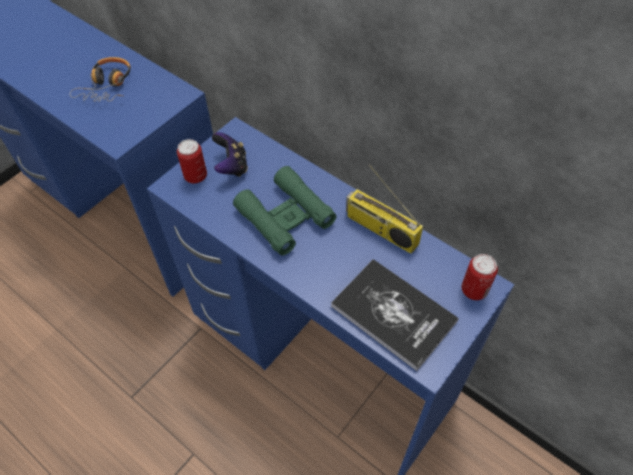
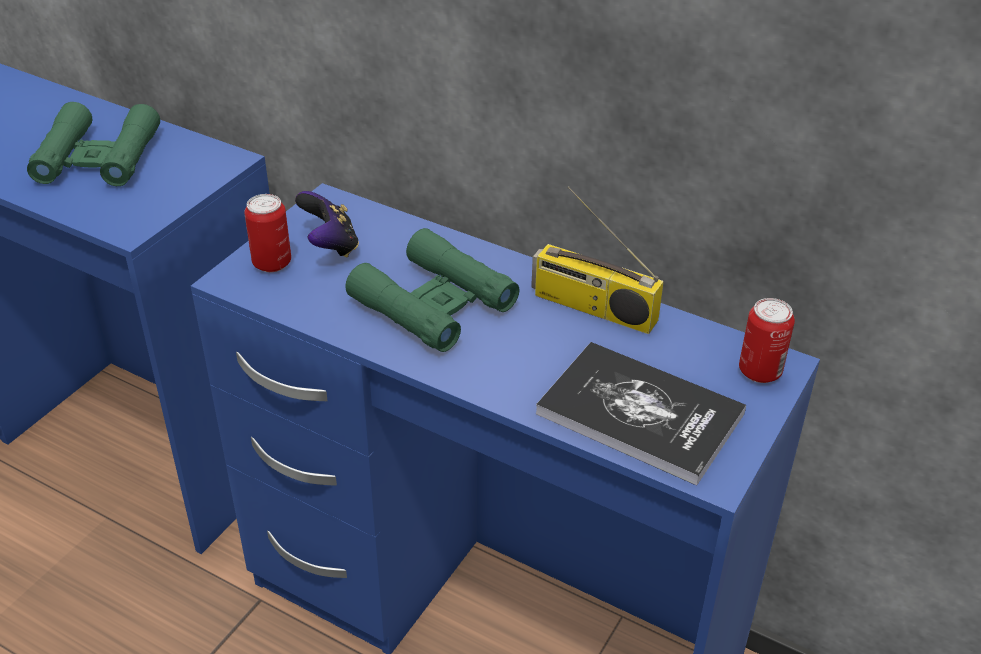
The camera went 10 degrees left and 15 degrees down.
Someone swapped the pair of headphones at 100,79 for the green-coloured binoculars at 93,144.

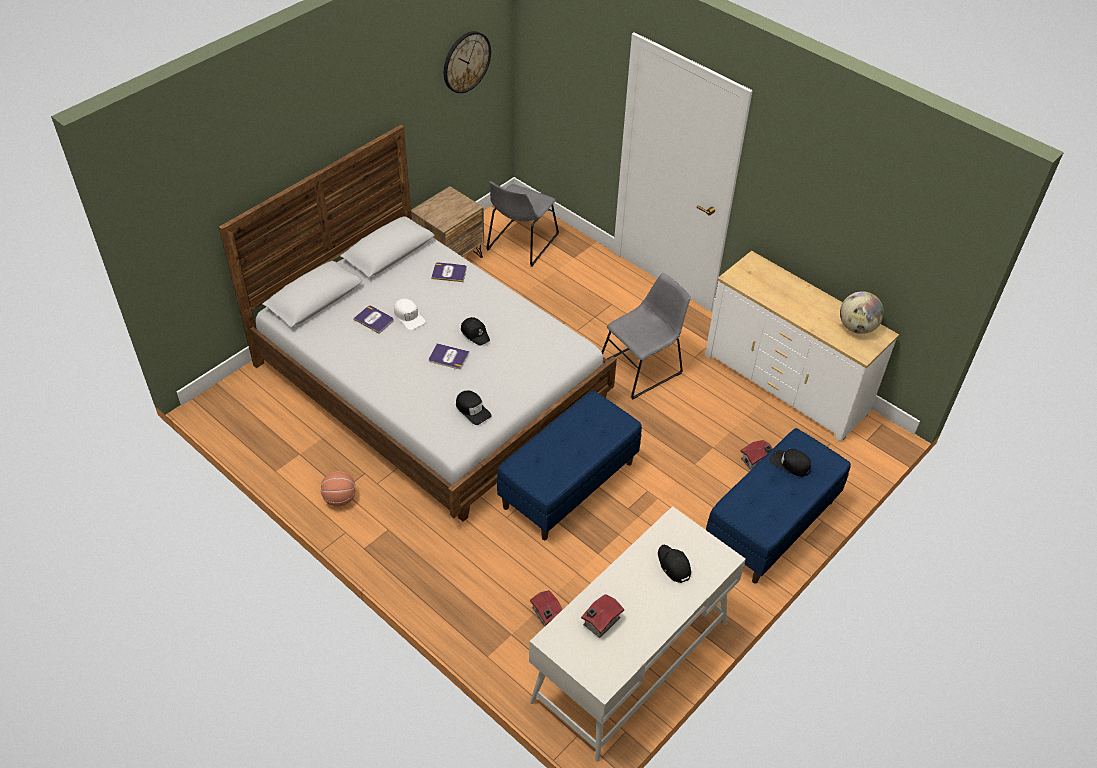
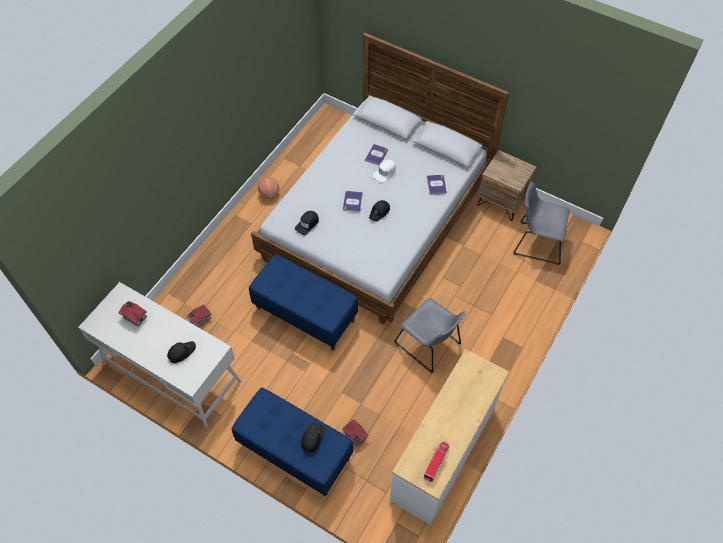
The camera went 80 degrees right and 10 degrees up.
Someone took away the clock on the wall at 467,62.
Someone swapped the globe at 862,312 for the model truck at 436,462.

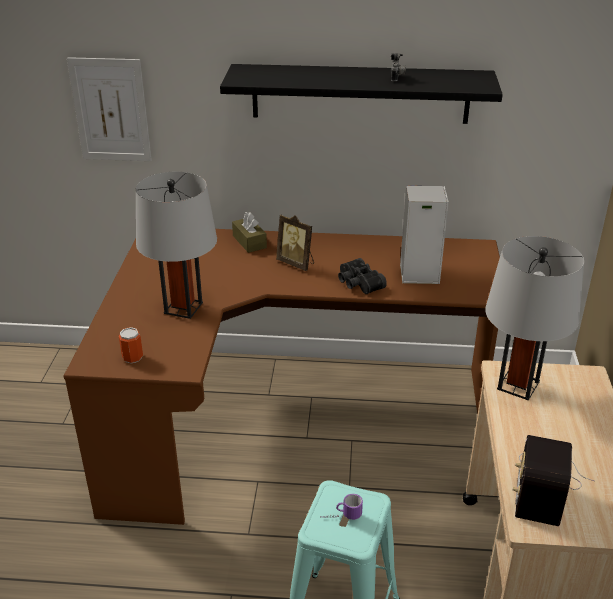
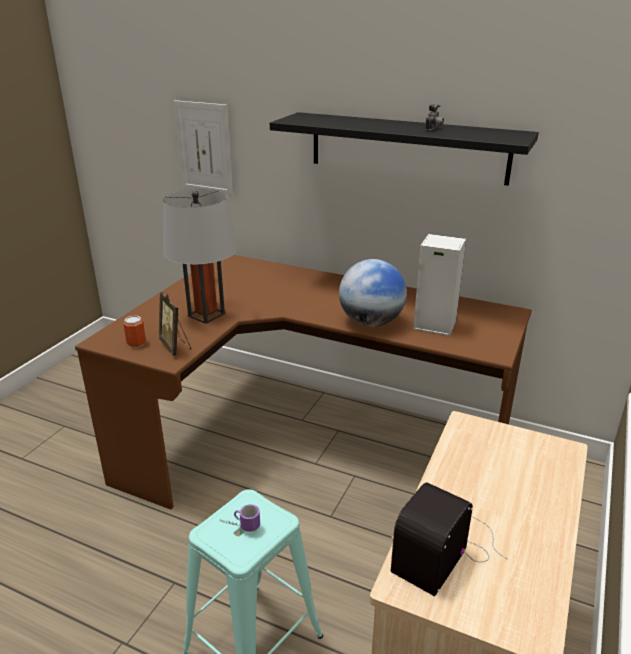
The camera went 20 degrees right and 5 degrees down.
Someone took away the brown tissue box at 249,232.
Someone carried the photo frame from 295,242 to 175,324.
Someone swapped the black-coloured binoculars at 362,276 for the globe at 373,293.
Someone took away the gray table lamp at 534,318.

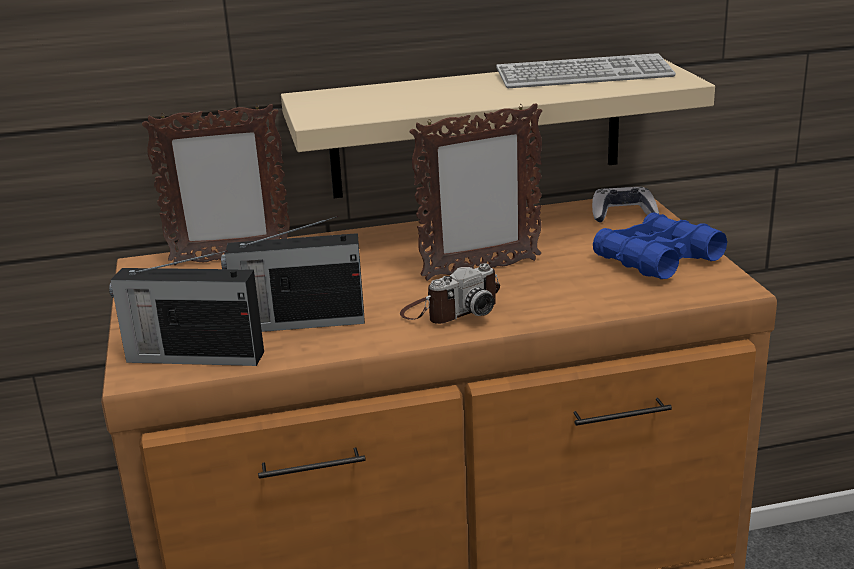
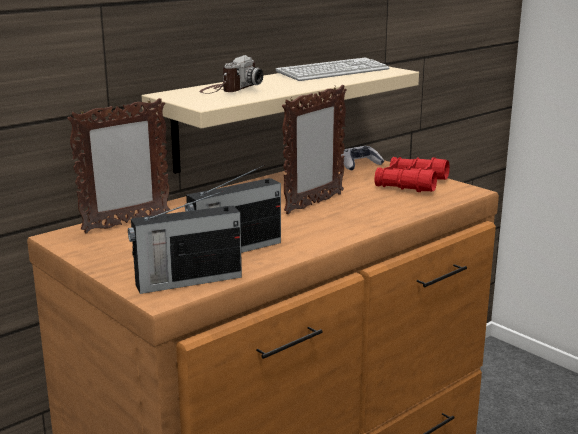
The camera went 30 degrees left and 5 degrees down.
Someone carried the photo camera from 450,293 to 231,74.
Someone repainted the blue binoculars at 660,246, which became the reddish binoculars at 412,174.

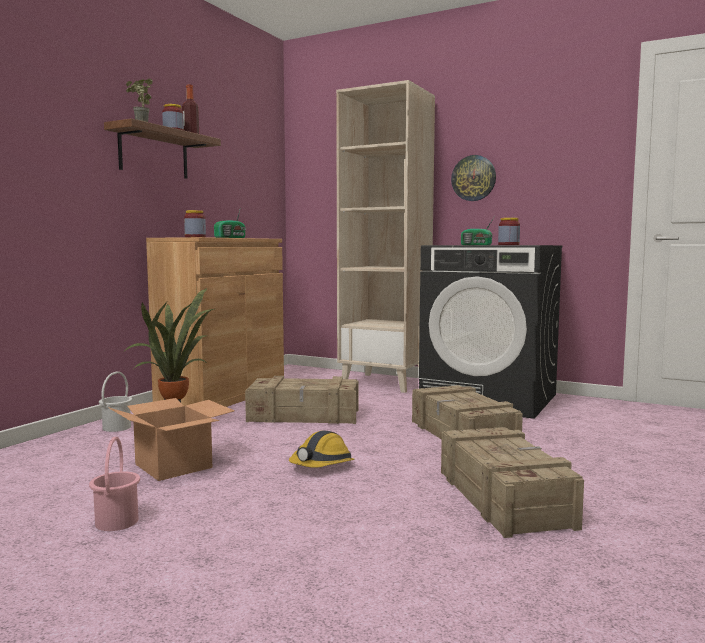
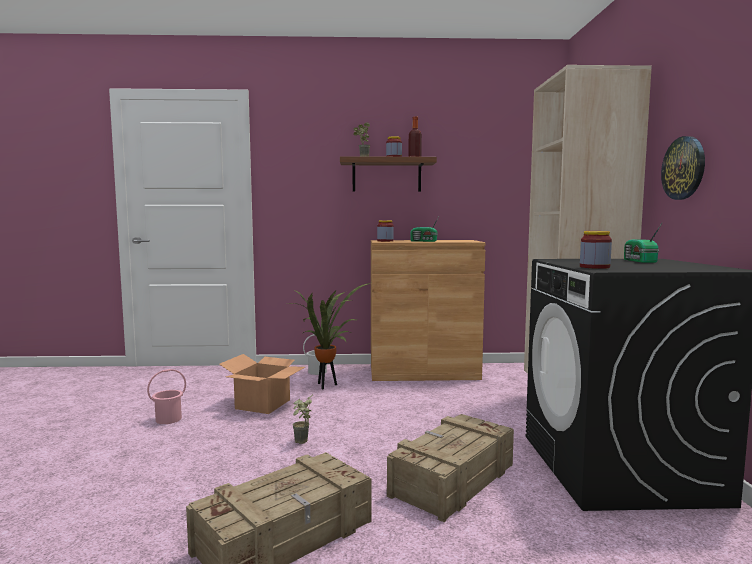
The camera went 60 degrees right and 0 degrees up.
Someone took away the shipping crate at 301,400.
Someone swapped the work helmet at 321,449 for the houseplant at 303,419.

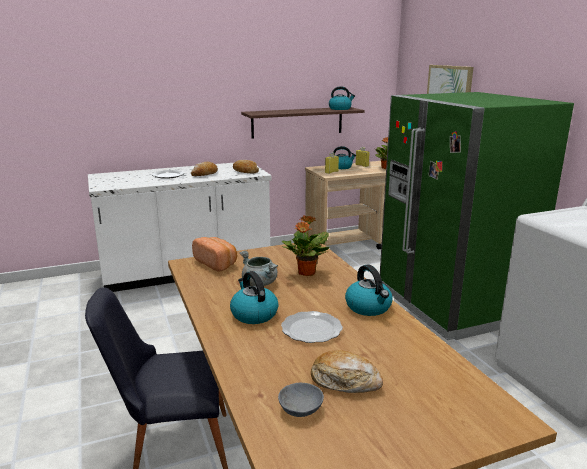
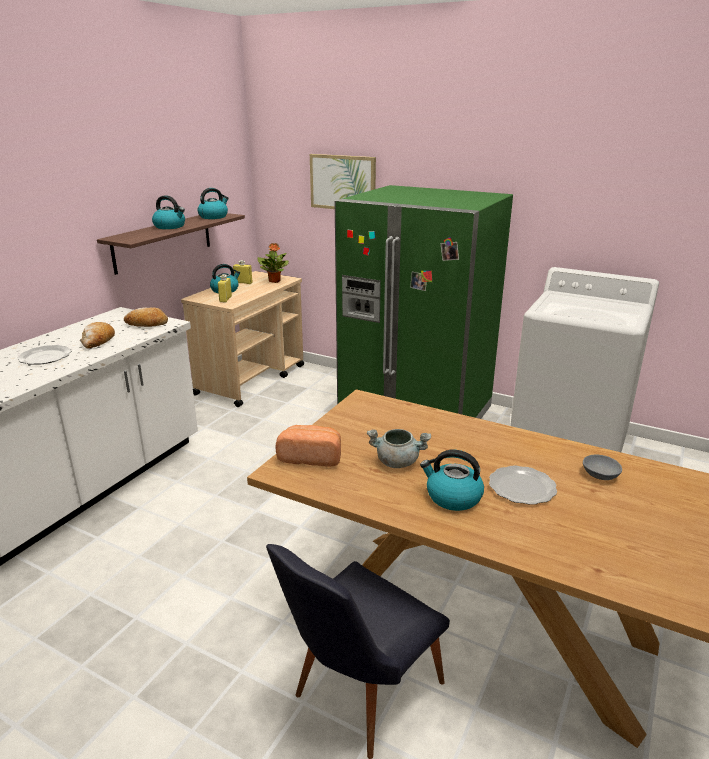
The camera went 40 degrees left and 5 degrees up.
Someone carried the gray serving bowl from 301,400 to 602,467.
Someone took away the houseplant at 305,245.
Someone took away the baked bread at 347,371.
Someone carried the water kettle from 369,290 to 168,212.

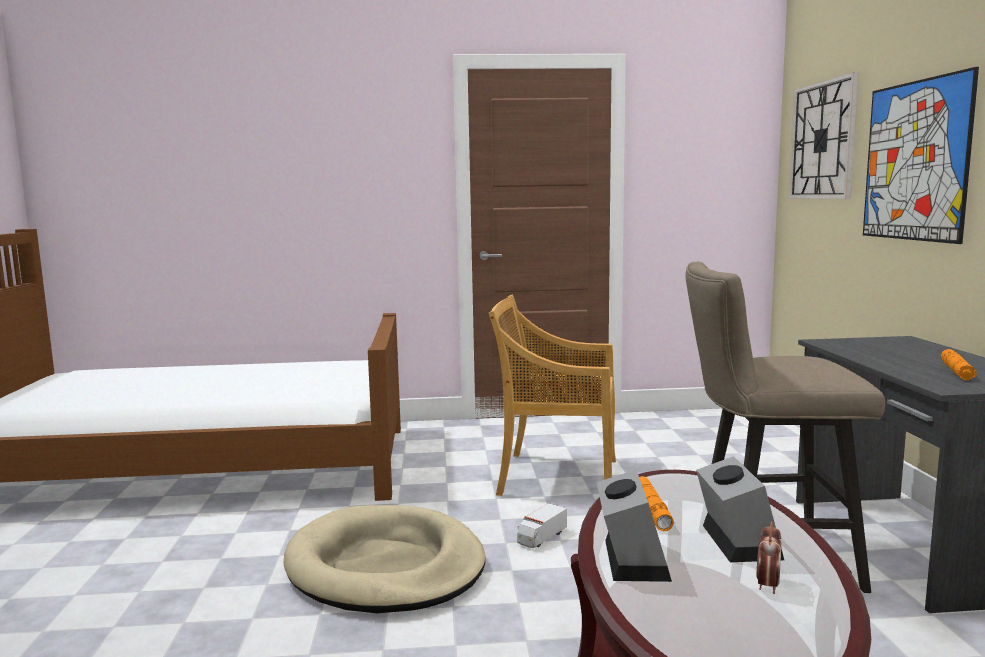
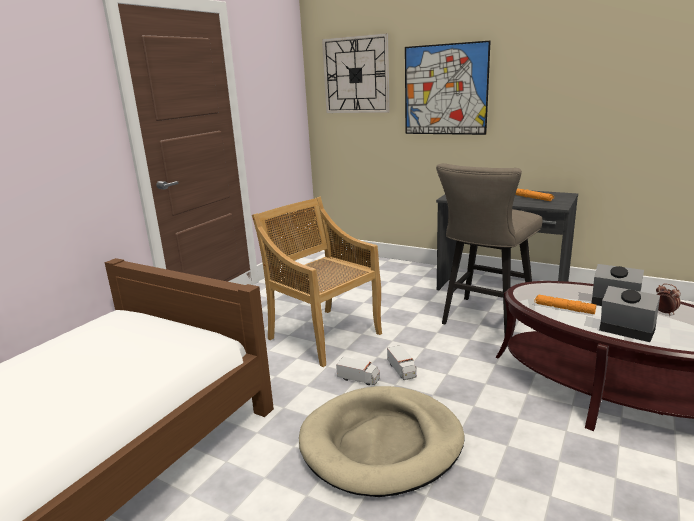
The camera went 55 degrees left and 10 degrees up.
Someone rotated the beige upright chair at 552,395 by 90 degrees clockwise.
Someone put down the model truck at 358,371.

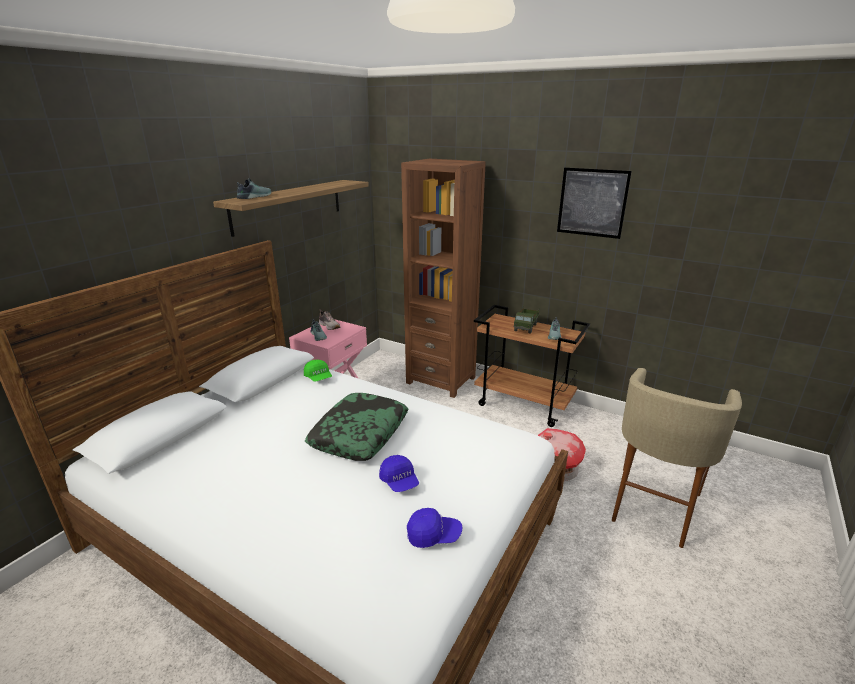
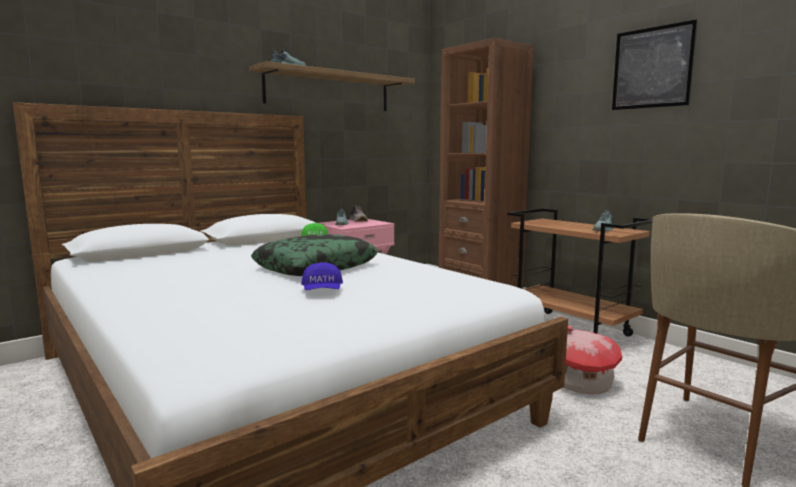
The camera went 20 degrees right and 15 degrees down.
Someone took away the blue peaked cap at 434,528.
Someone took away the model truck at 526,320.

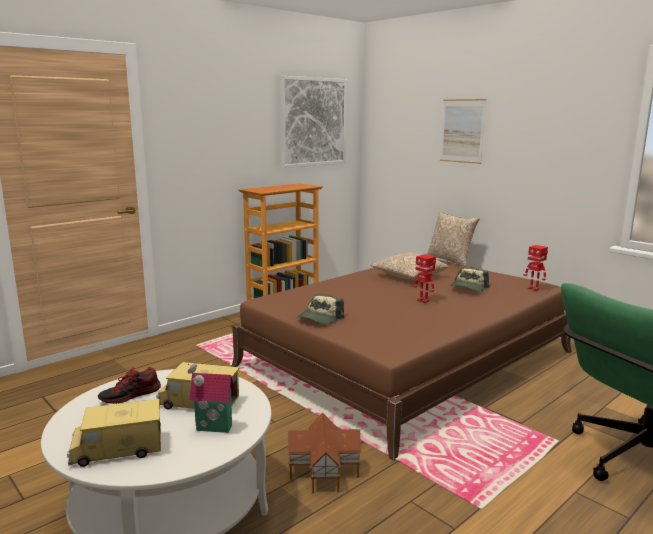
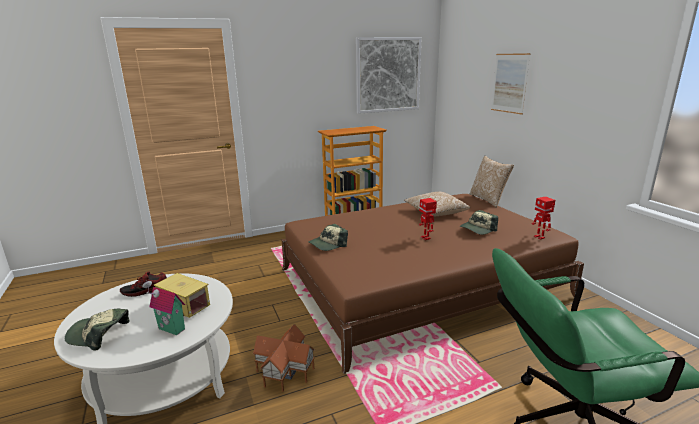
The camera went 20 degrees right and 5 degrees up.
Someone swapped the model truck at 114,433 for the peaked cap at 97,330.

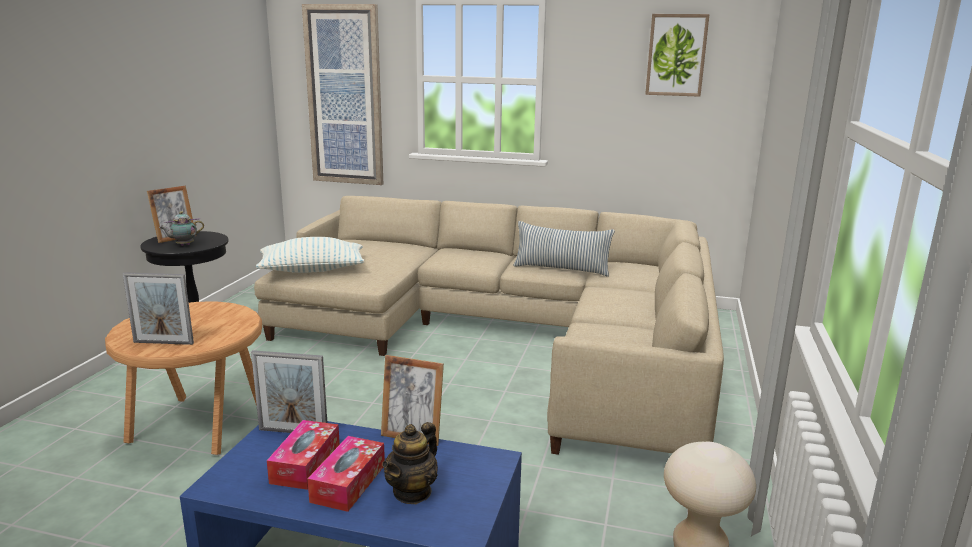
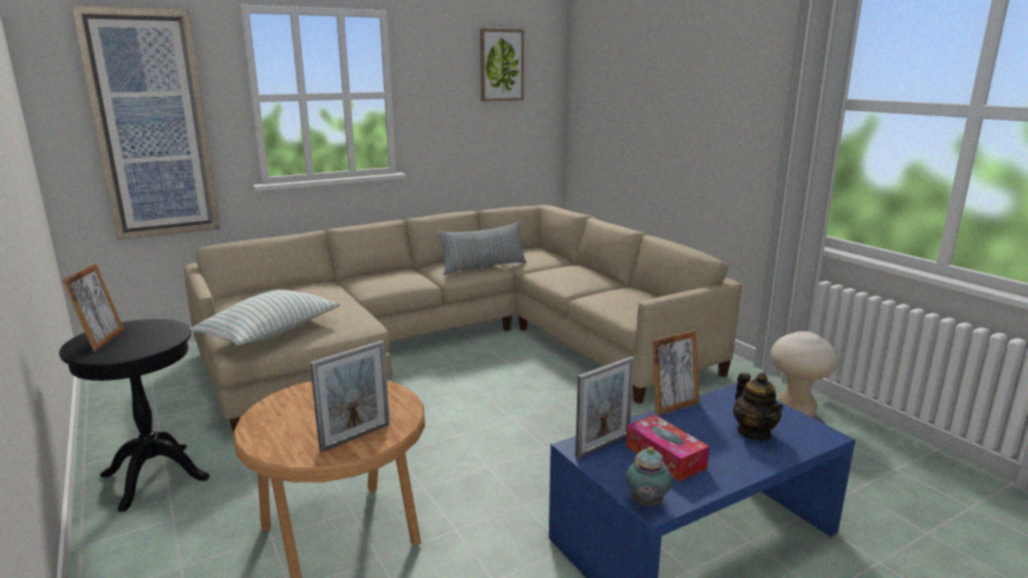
The camera went 45 degrees left and 0 degrees up.
Someone carried the tea pot from 181,228 to 649,476.
Someone took away the tissue box at 346,474.

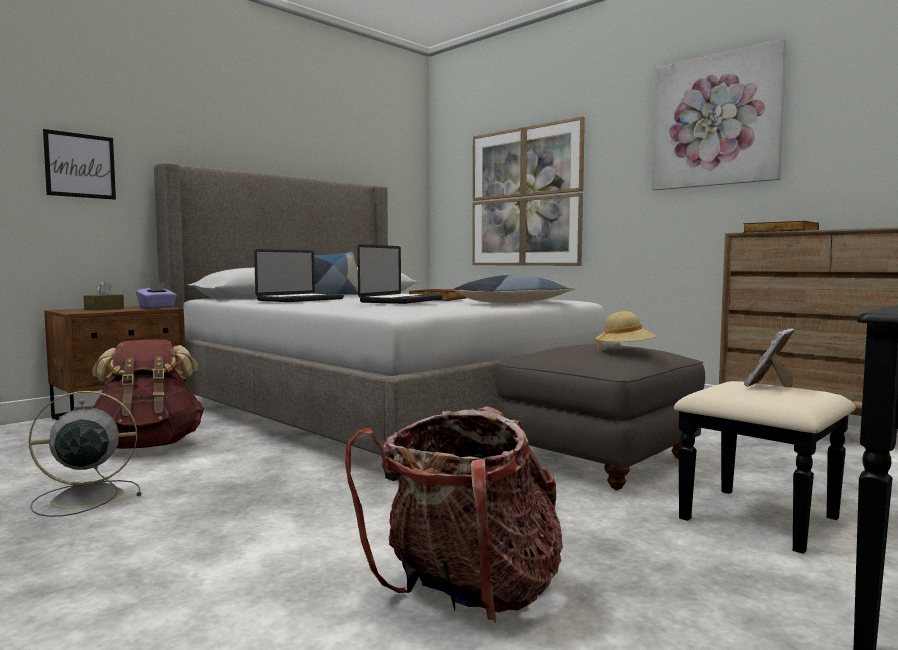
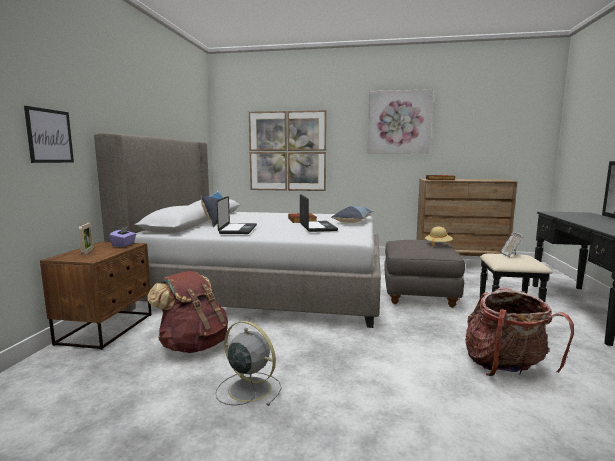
The camera went 35 degrees left and 5 degrees up.
Someone rotated the gray electric fan at 85,454 by 90 degrees clockwise.
Someone swapped the brown tissue box at 103,295 for the photo frame at 86,239.

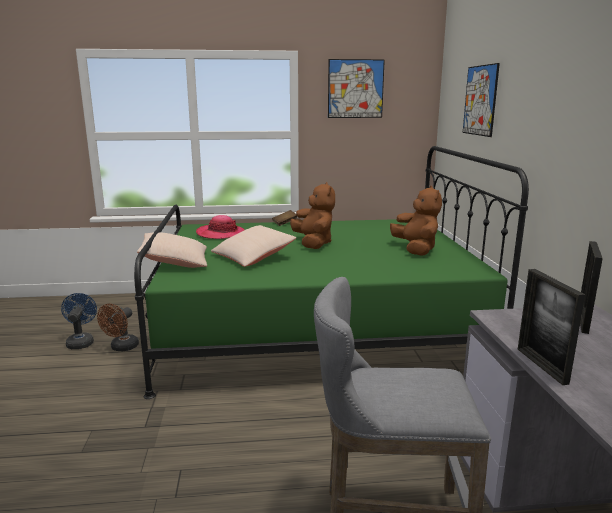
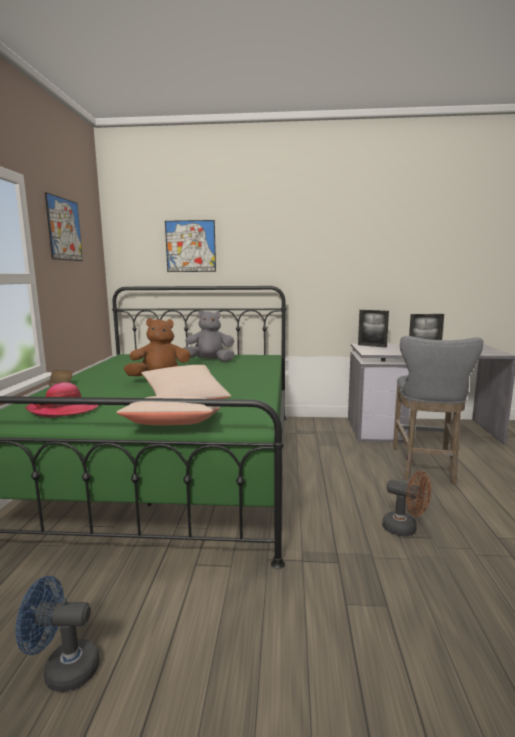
The camera went 80 degrees left and 5 degrees down.
Someone carried the brown electric fan from 118,327 to 406,503.
Someone repainted the brown cuddly toy at 416,221, which became the gray cuddly toy at 209,336.

